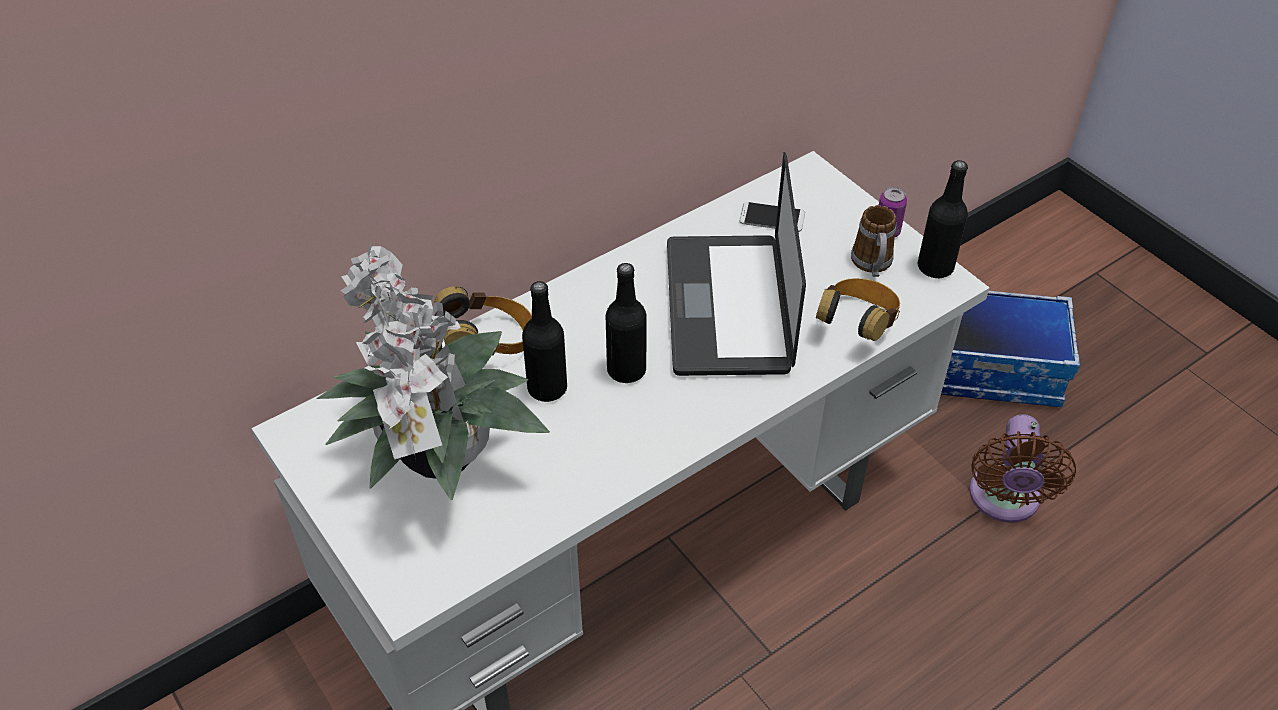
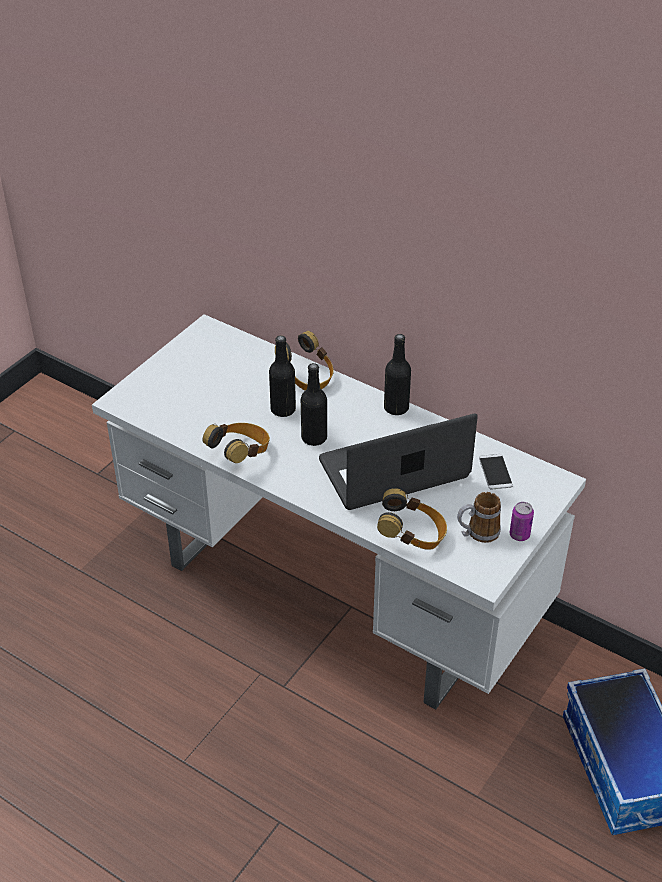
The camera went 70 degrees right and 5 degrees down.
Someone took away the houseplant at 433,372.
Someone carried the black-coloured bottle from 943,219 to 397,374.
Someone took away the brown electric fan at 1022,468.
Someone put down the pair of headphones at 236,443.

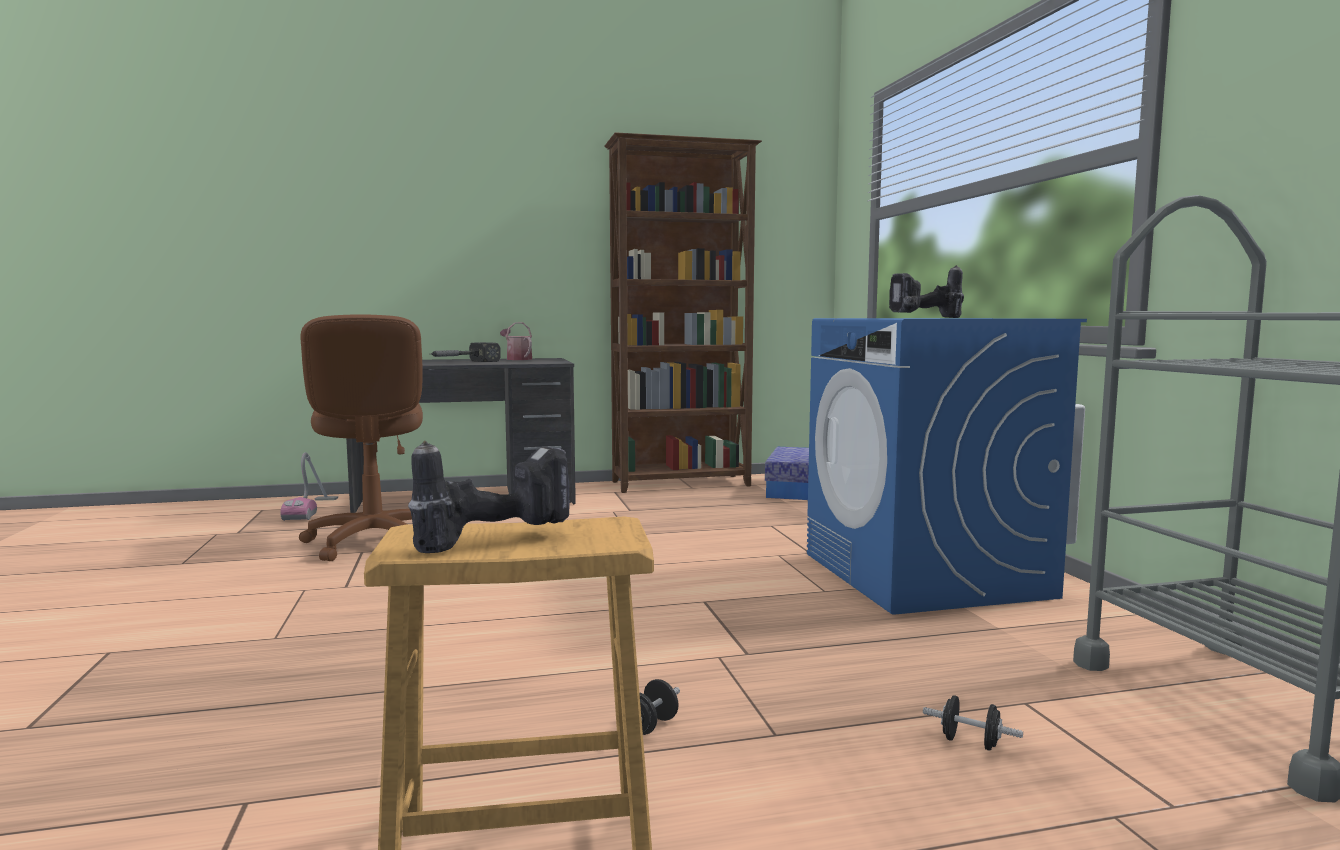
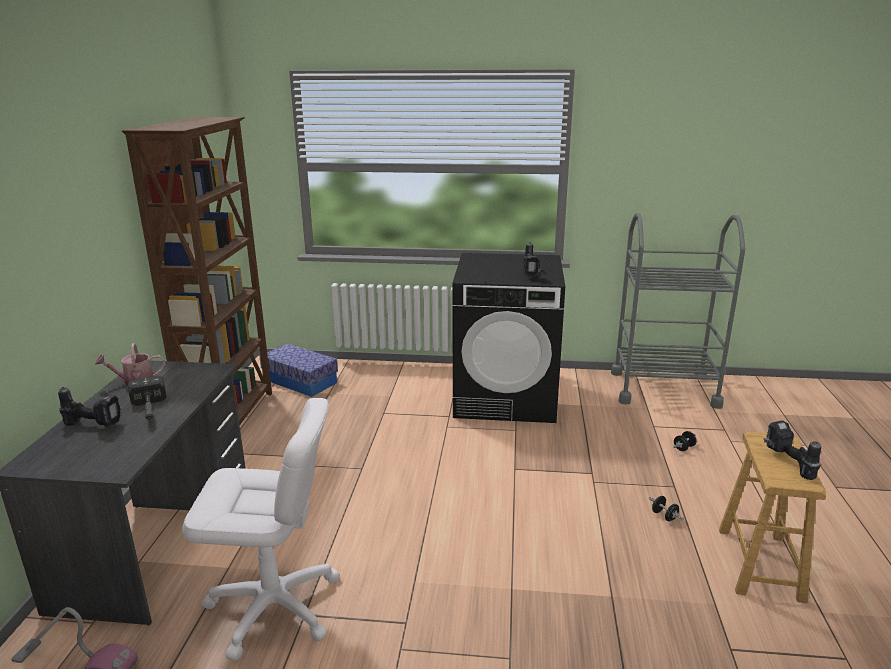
The camera went 70 degrees left and 15 degrees up.
Someone repainted the brown desk chair at 361,437, which became the whitish desk chair at 261,529.
Someone repainted the blue laundry appliance at 947,466, which became the black-coloured laundry appliance at 508,338.
Someone put down the power drill at 90,406.

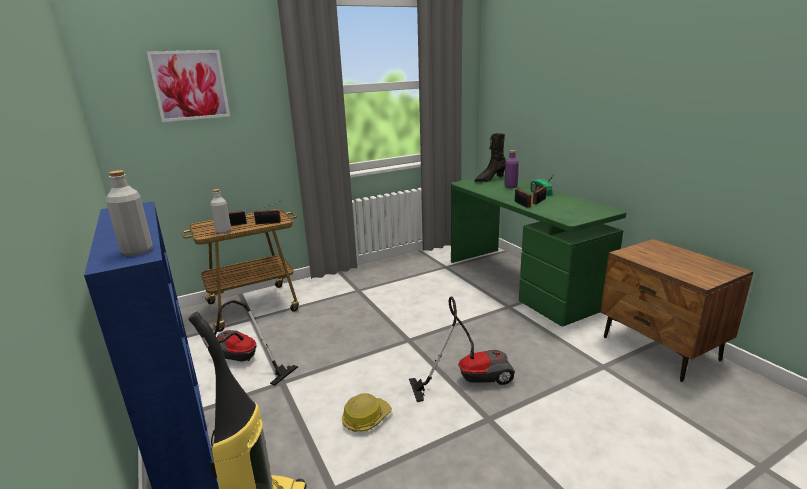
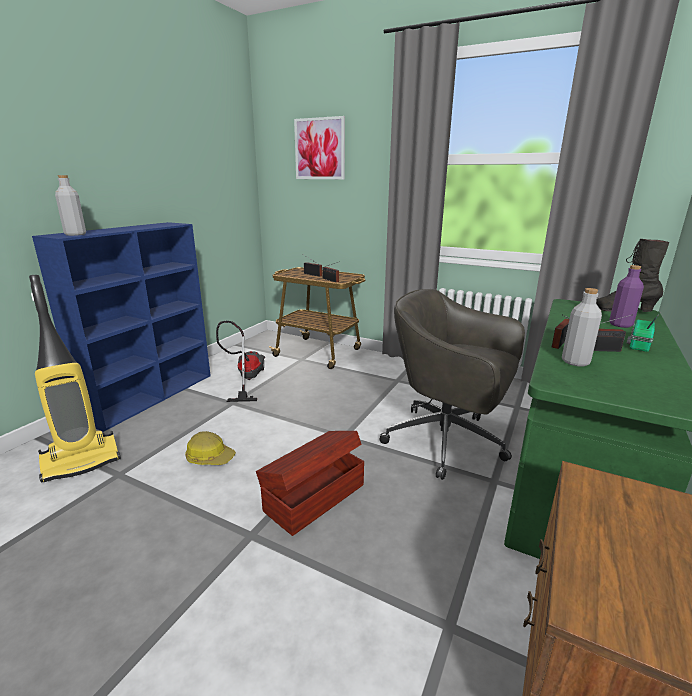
The camera went 55 degrees right and 0 degrees up.
Someone carried the gray bottle from 220,211 to 582,327.
Someone swapped the vacuum cleaner at 462,349 for the brown storage container at 310,483.
Someone put down the gray desk chair at 452,384.

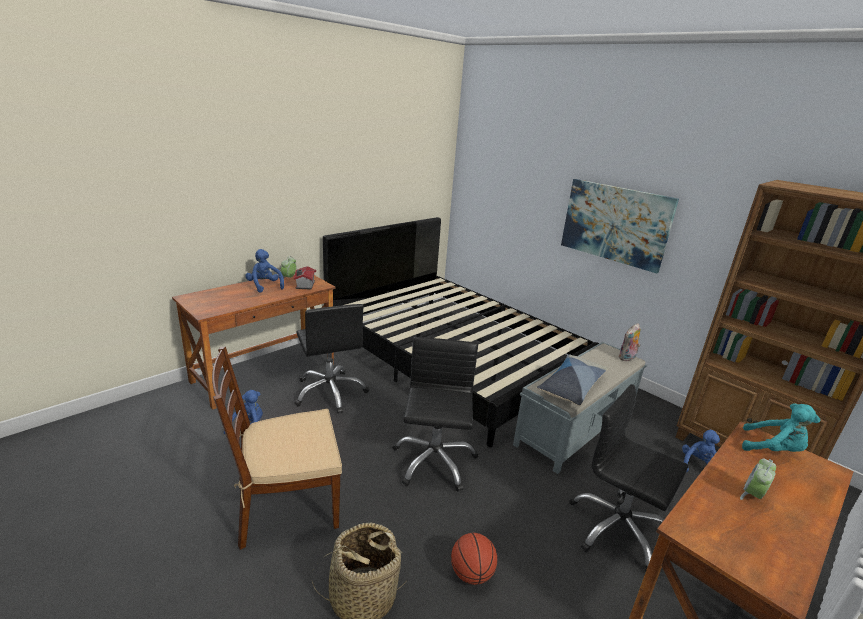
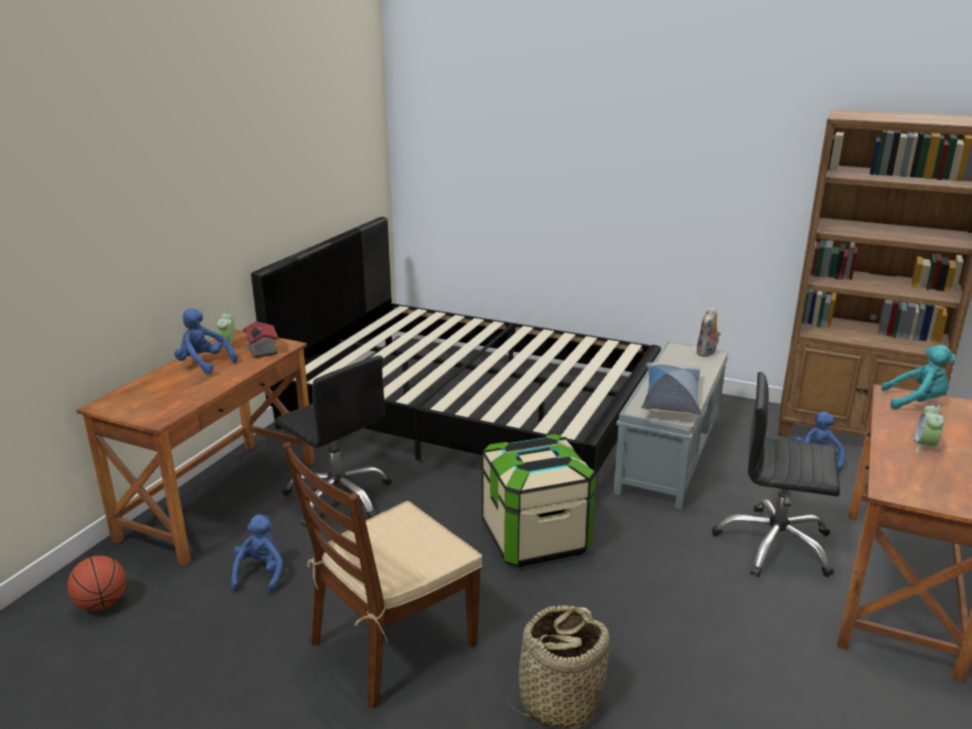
The camera went 20 degrees left and 0 degrees up.
Someone swapped the black-coloured desk chair at 435,414 for the storage container at 539,500.
Someone carried the basketball from 474,559 to 96,583.
Someone took away the wall picture at 620,226.

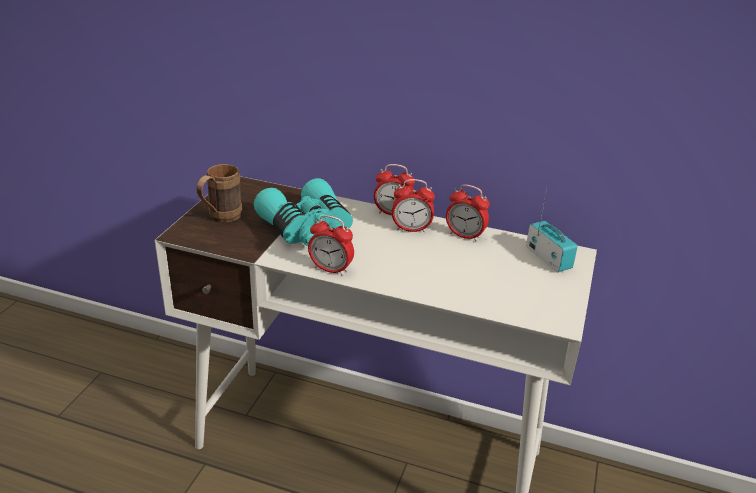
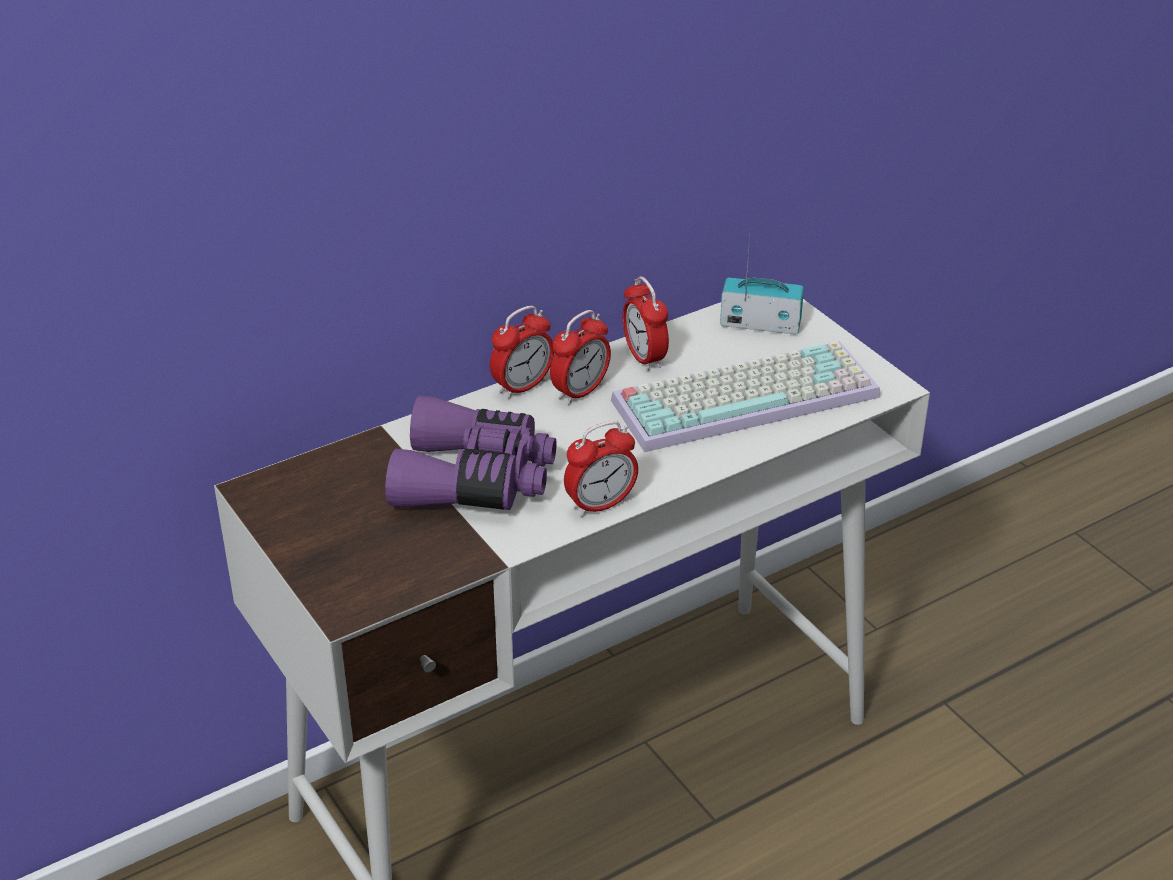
The camera went 50 degrees left and 5 degrees up.
Someone took away the brown tea mug at 219,193.
Someone repainted the blue-green binoculars at 303,212, which became the purple binoculars at 471,452.
Someone rotated the bedside clock at 467,212 by 90 degrees clockwise.
Someone put down the keyboard at 746,396.

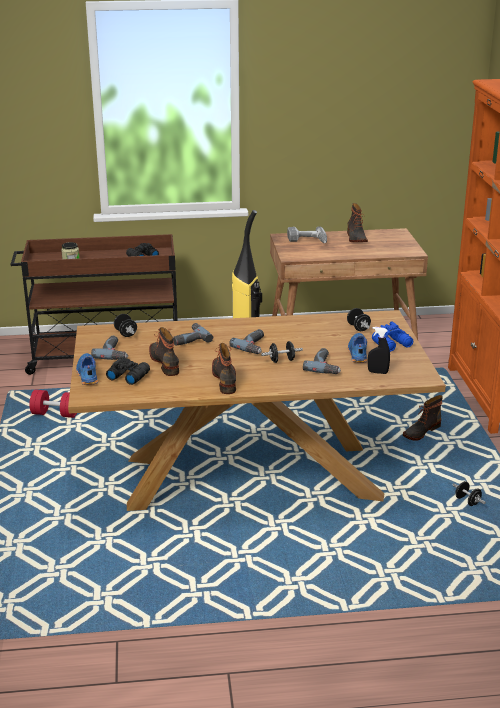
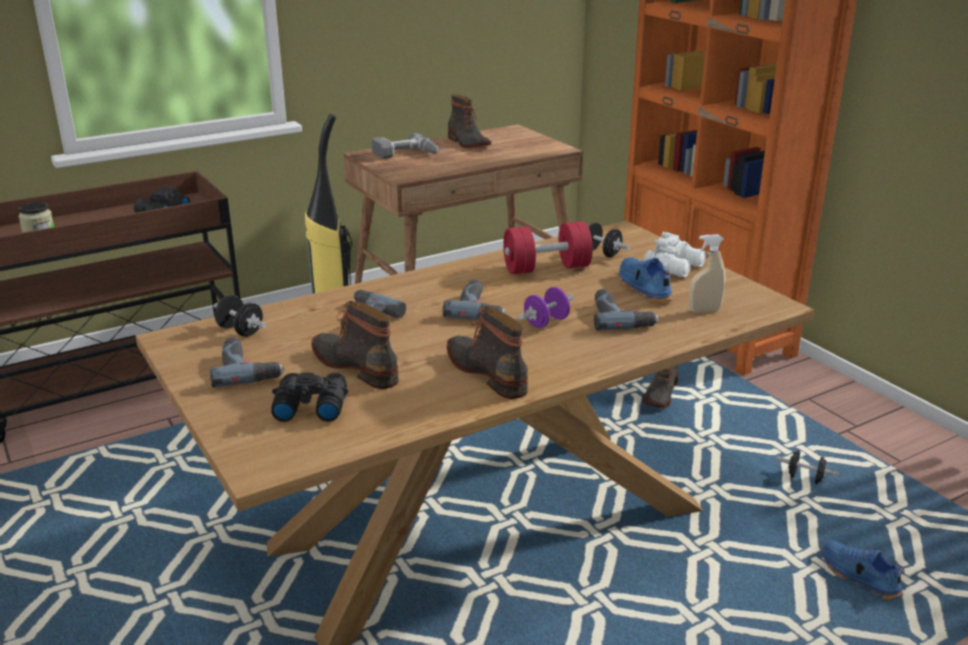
The camera went 25 degrees left and 0 degrees up.
Someone carried the reddish dumbbell from 53,404 to 548,247.
Someone carried the blue low shoe from 87,369 to 864,570.
Someone repainted the black-coloured dumbbell at 282,352, which became the purple dumbbell at 546,307.
Someone repainted the black-coloured spray bottle at 379,350, which became the beige spray bottle at 707,273.
Someone repainted the blue binoculars at 392,336, which became the whitish binoculars at 675,254.

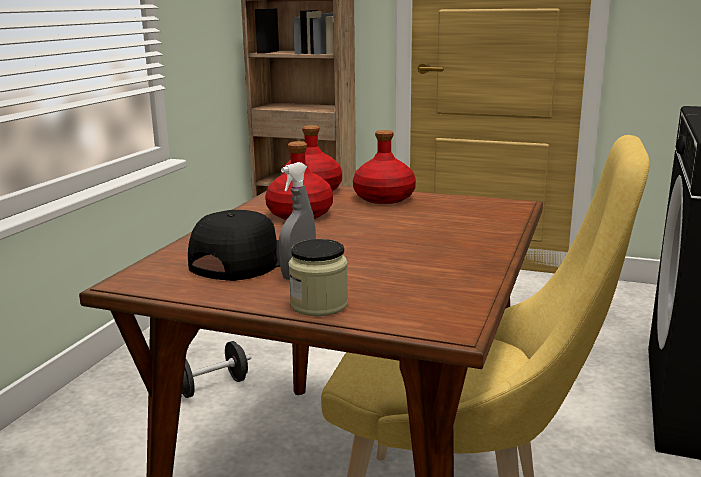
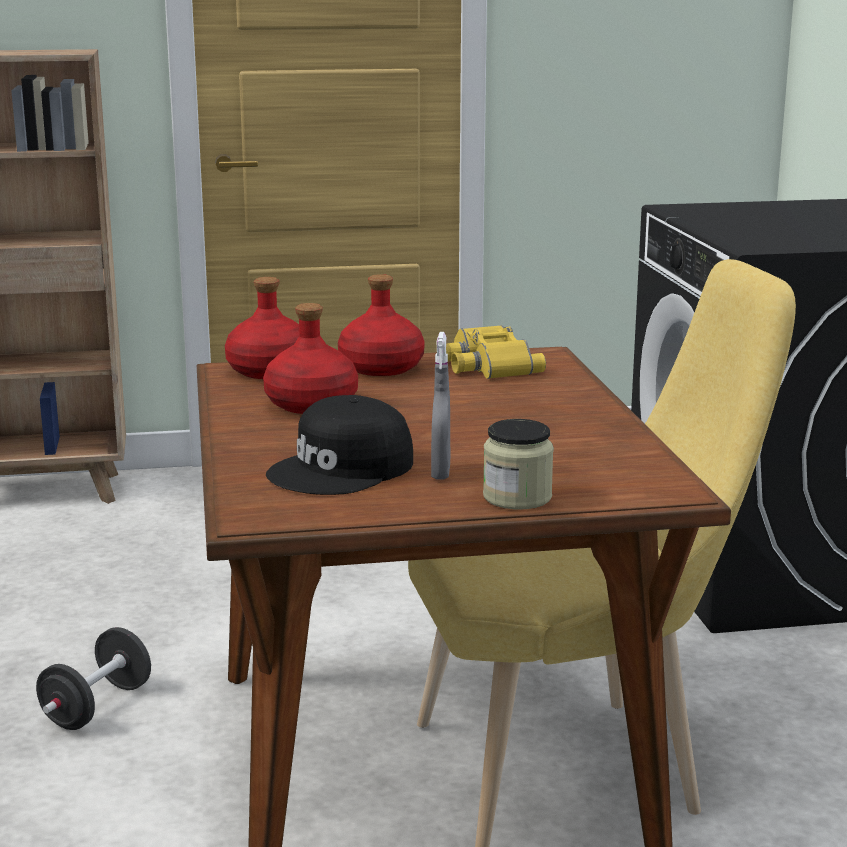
The camera went 30 degrees left and 0 degrees up.
Someone rotated the black-coloured peaked cap at 234,245 by 135 degrees counterclockwise.
Someone put down the yellow binoculars at 496,352.

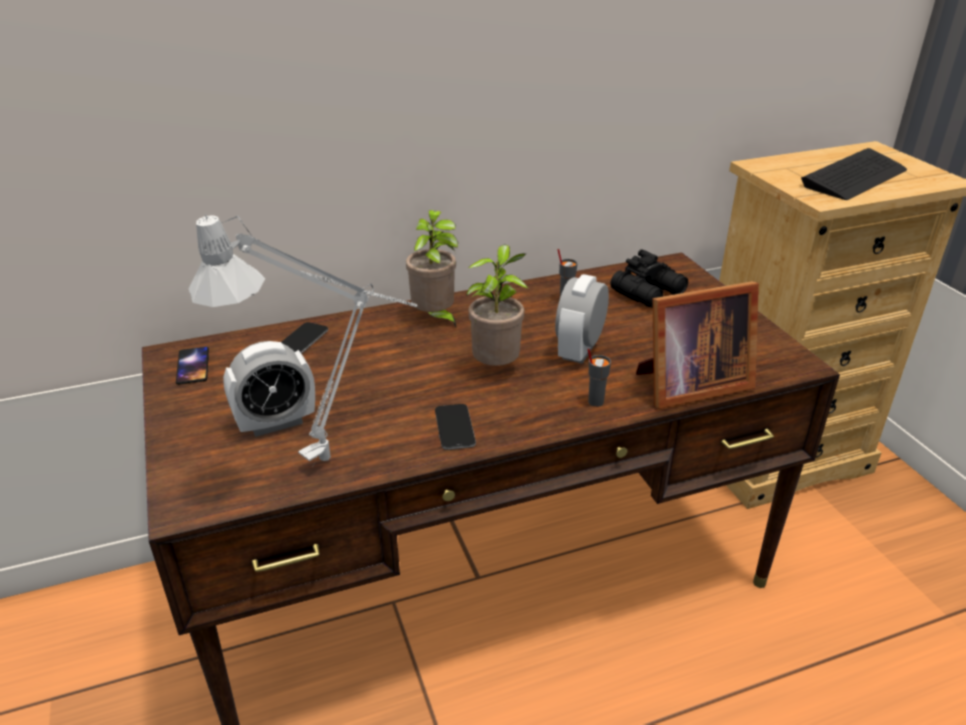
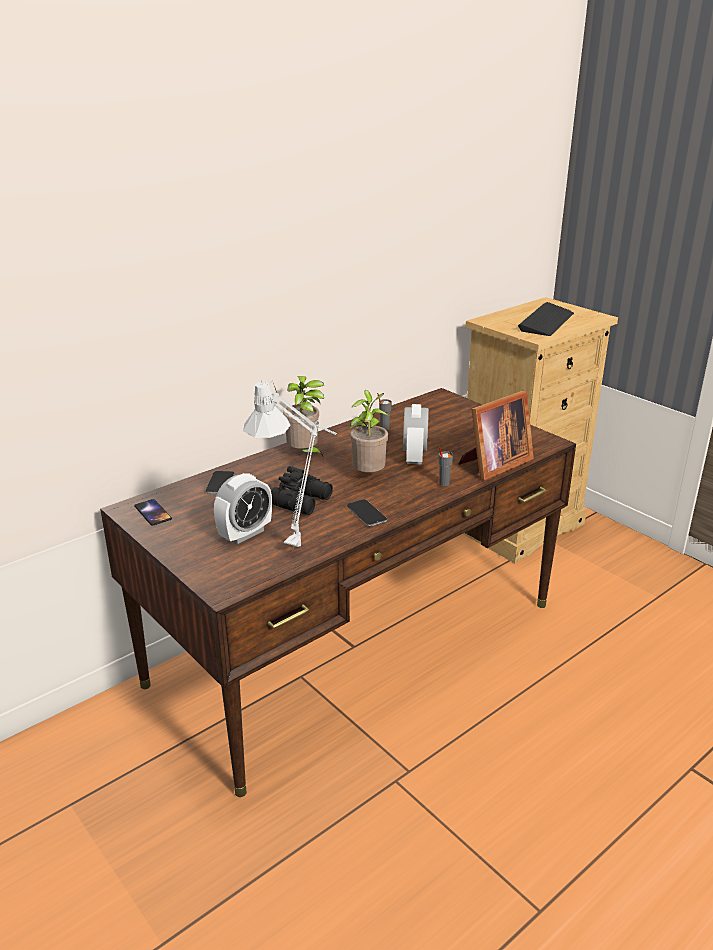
The camera went 20 degrees left and 5 degrees down.
Someone carried the black-coloured binoculars from 649,278 to 302,490.

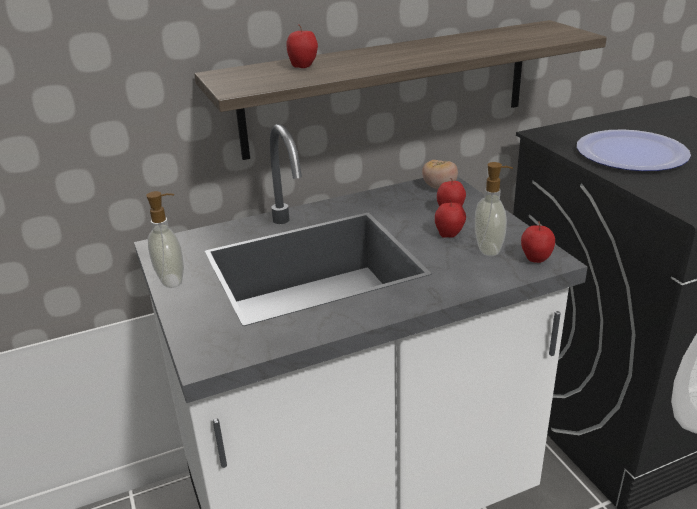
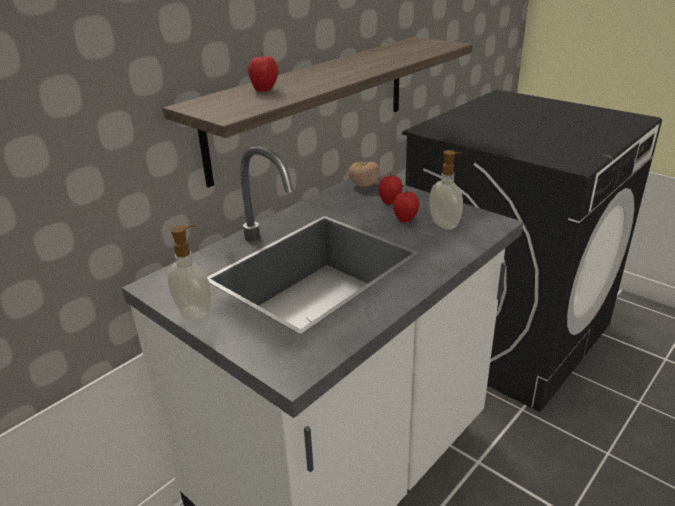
The camera went 25 degrees left and 0 degrees up.
Someone took away the apple fruit at 538,242.
Someone took away the flat dish at 634,150.

